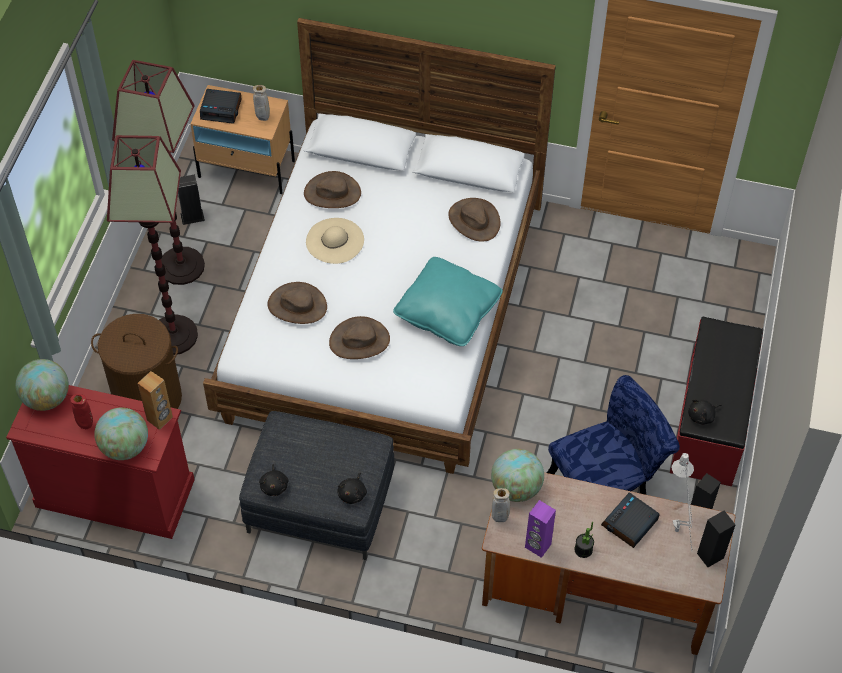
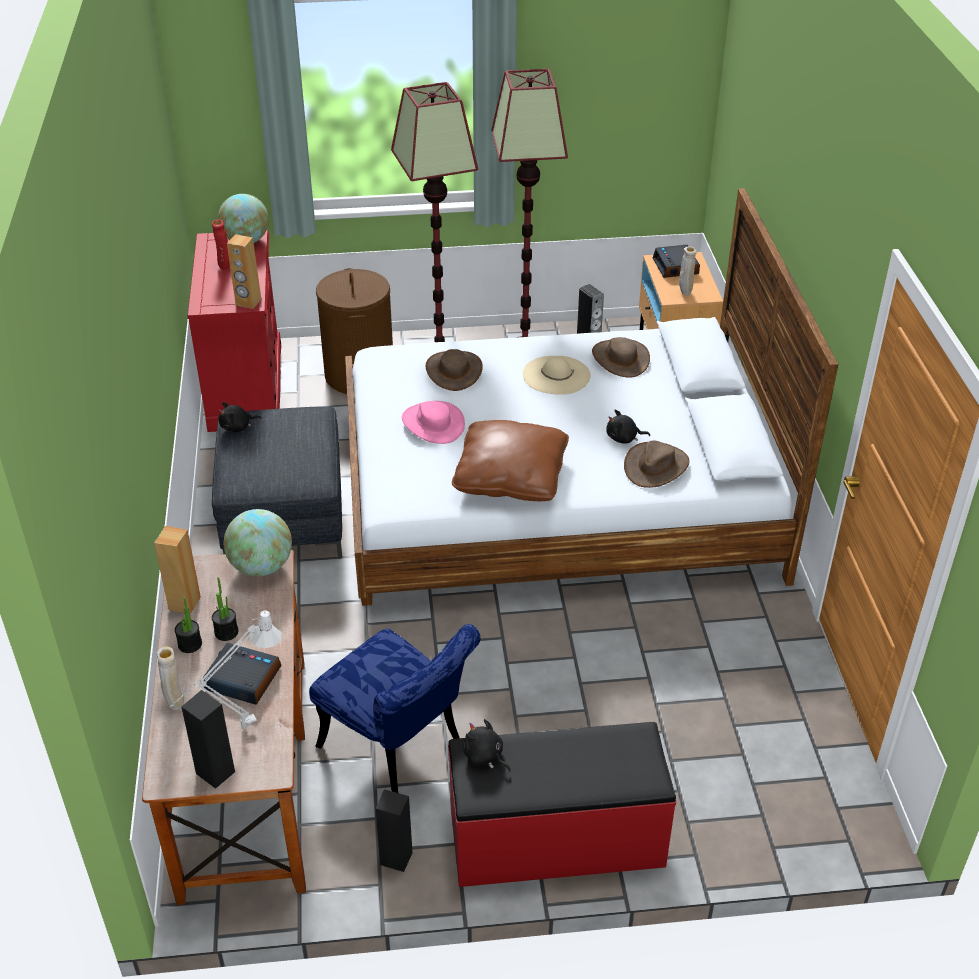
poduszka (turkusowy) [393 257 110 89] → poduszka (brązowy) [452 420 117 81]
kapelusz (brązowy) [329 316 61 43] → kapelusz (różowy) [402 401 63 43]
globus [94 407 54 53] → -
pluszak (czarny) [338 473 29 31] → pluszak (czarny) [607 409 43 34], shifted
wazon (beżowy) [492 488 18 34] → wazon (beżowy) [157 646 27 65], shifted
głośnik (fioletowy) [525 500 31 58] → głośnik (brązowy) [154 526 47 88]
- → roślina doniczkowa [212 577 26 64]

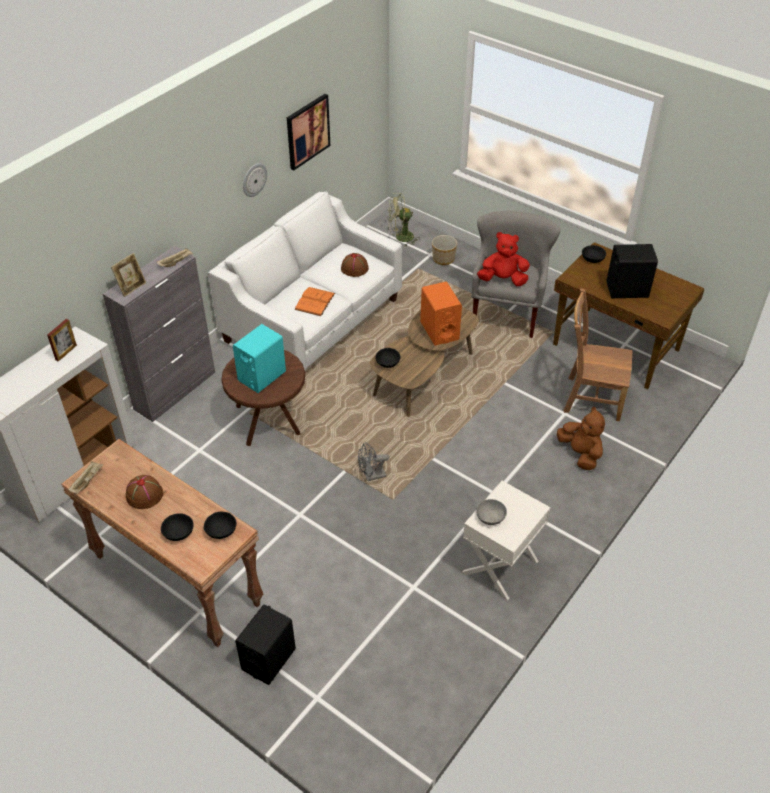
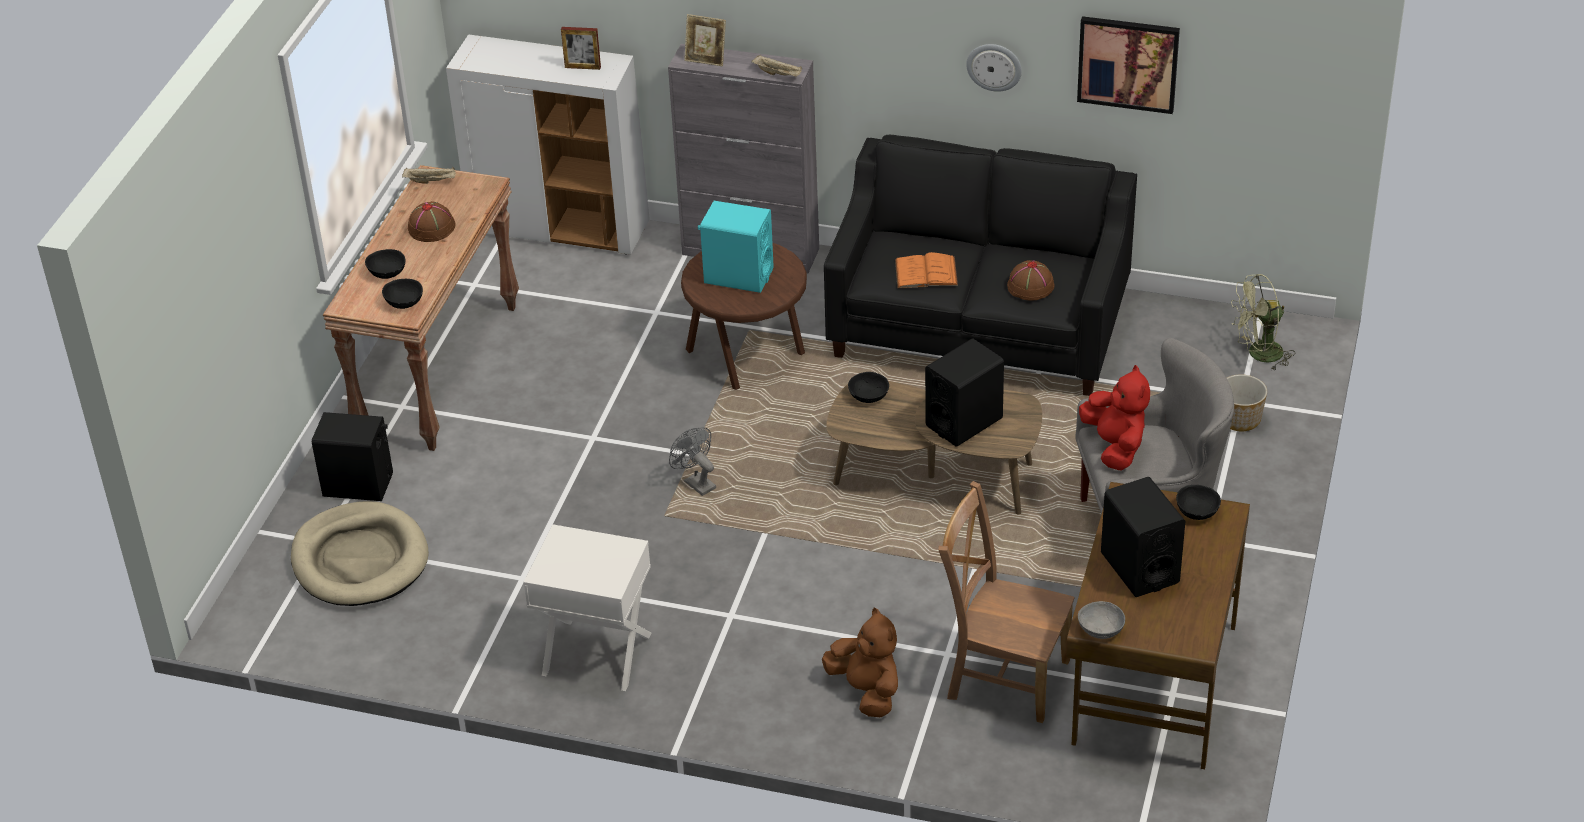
kanapa (biały) [207 192 195 178] → kanapa (czarny) [824 135 313 261]
wentylator (zielony) [387 193 32 54] → wentylator (zielony) [1231 274 64 96], 75 degrees counterclockwise
głośnik (pomarańczowy) [420 282 42 64] → głośnik (czarny) [925 338 79 109]
krzesło (brązowy) [563 288 69 133] → krzesło (brązowy) [938 481 137 242], 60 degrees counterclockwise
pluszak (brązowy) [557 407 48 63] → pluszak (brązowy) [822 608 76 109], 75 degrees counterclockwise
miska (szary) [476 499 31 26] → miska (szary) [1078 601 47 38], shifted
- → legowisko (beżowy) [291 501 138 105]

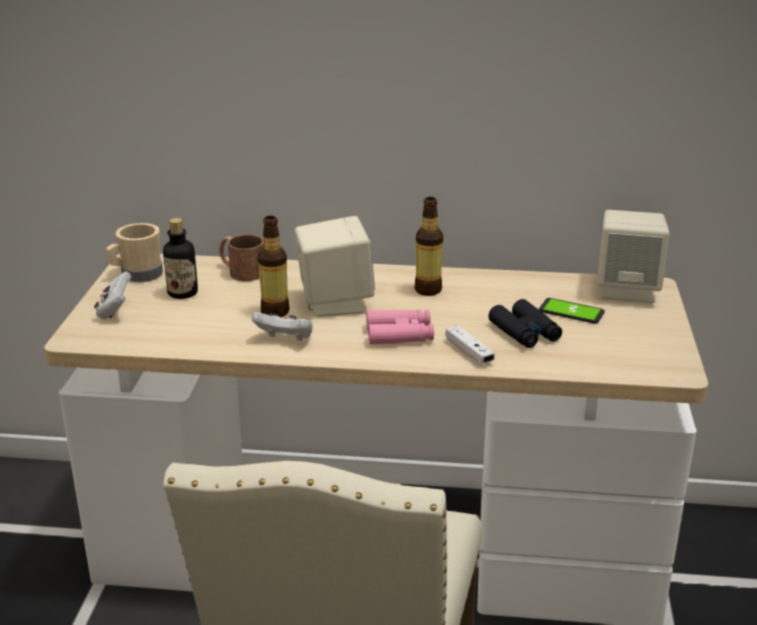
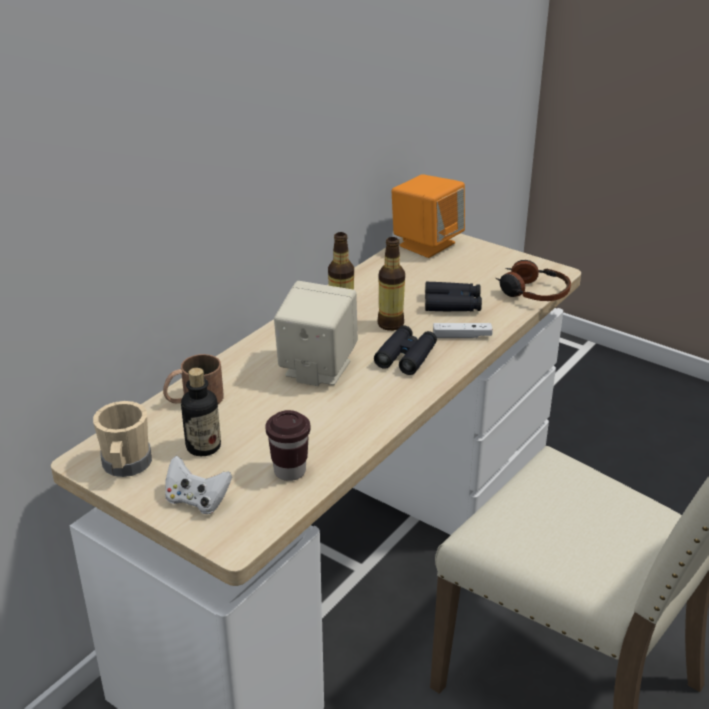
głośnik (beżowy) [597 210 73 93] → głośnik (pomarańczowy) [392 174 73 84]
butelka [258 216 32 101] → butelka [377 237 28 94], shifted
telefon [539 298 66 26] → -
lornetka (różowy) [366 310 68 35] → lornetka (czarny) [374 325 63 50]
pad do gier (biały) [252 312 61 29] → -
- → słuchawki [496 260 75 41]
- → filiżanka (brązowy) [265 410 46 71]

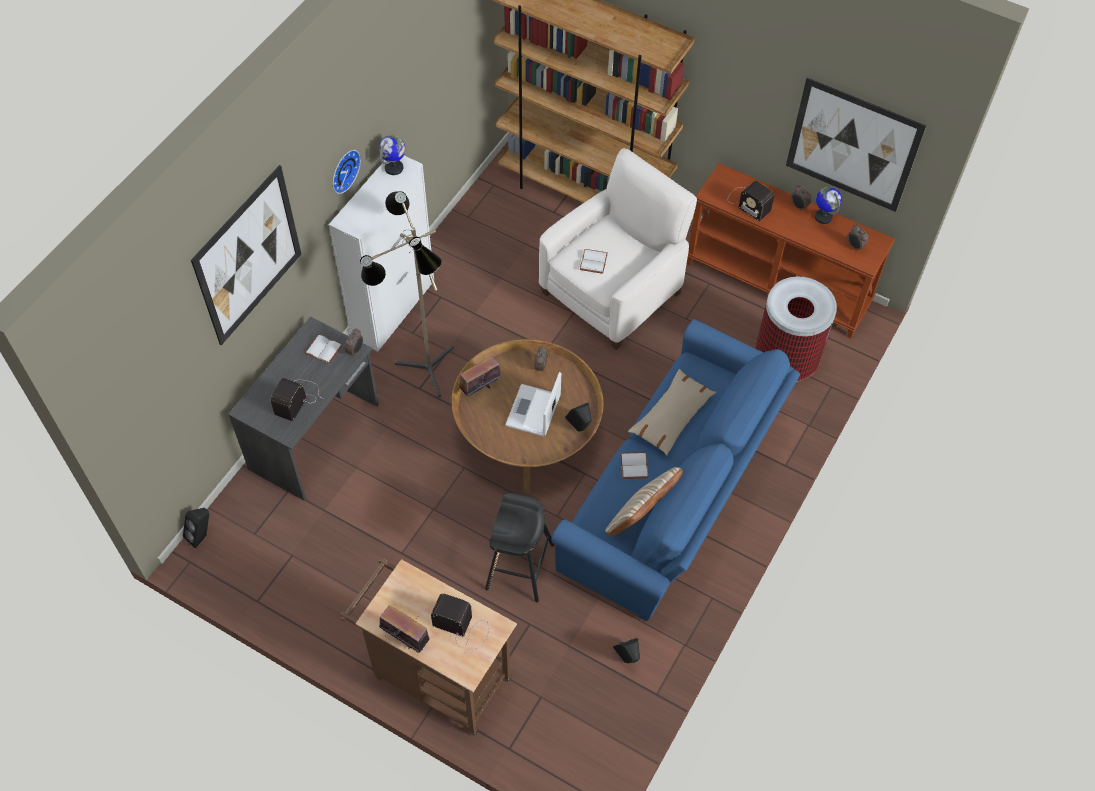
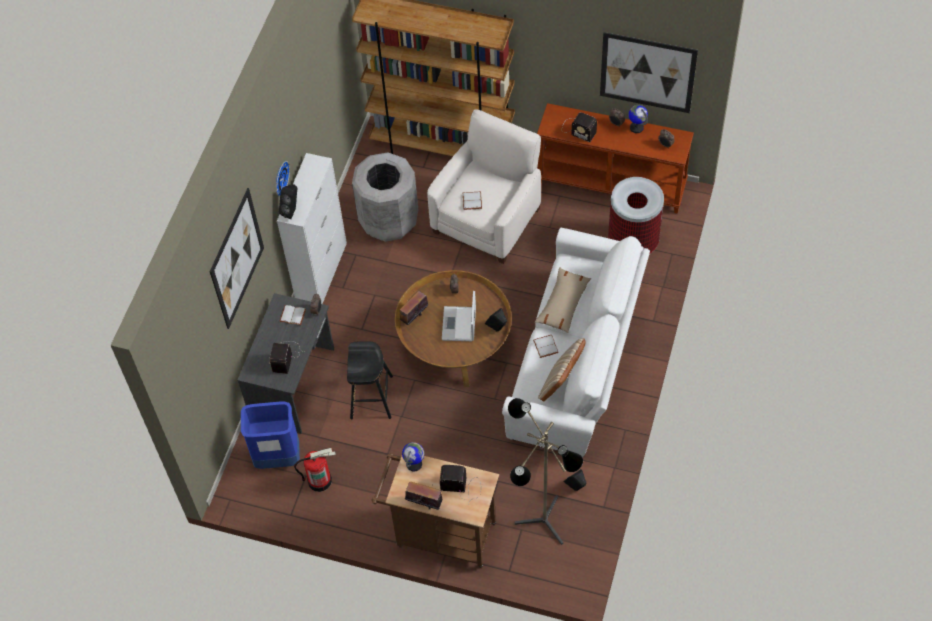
globus [379 135 26 40] → globus [402 442 22 30], shifted
lampa stojąca [360 191 94 206] → lampa stojąca [508 398 75 147], shifted
kanapa (niebieski) [552 319 248 302] → kanapa (biały) [502 228 148 230]
stołek (czarny) [485 493 70 109] → stołek (czarny) [347 341 46 78], shifted
głośnik (czarny) [183 508 26 41] → głośnik (czarny) [279 184 18 35], shifted
- → kosz na śmieci (szary) [352 152 66 90]
- → kosz na śmieci (niebieski) [241 402 59 67]
- → gaśnica [294 448 42 44]

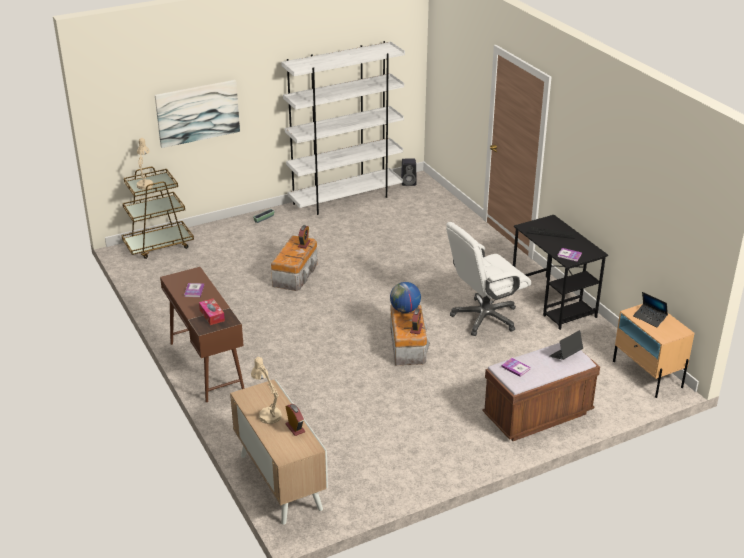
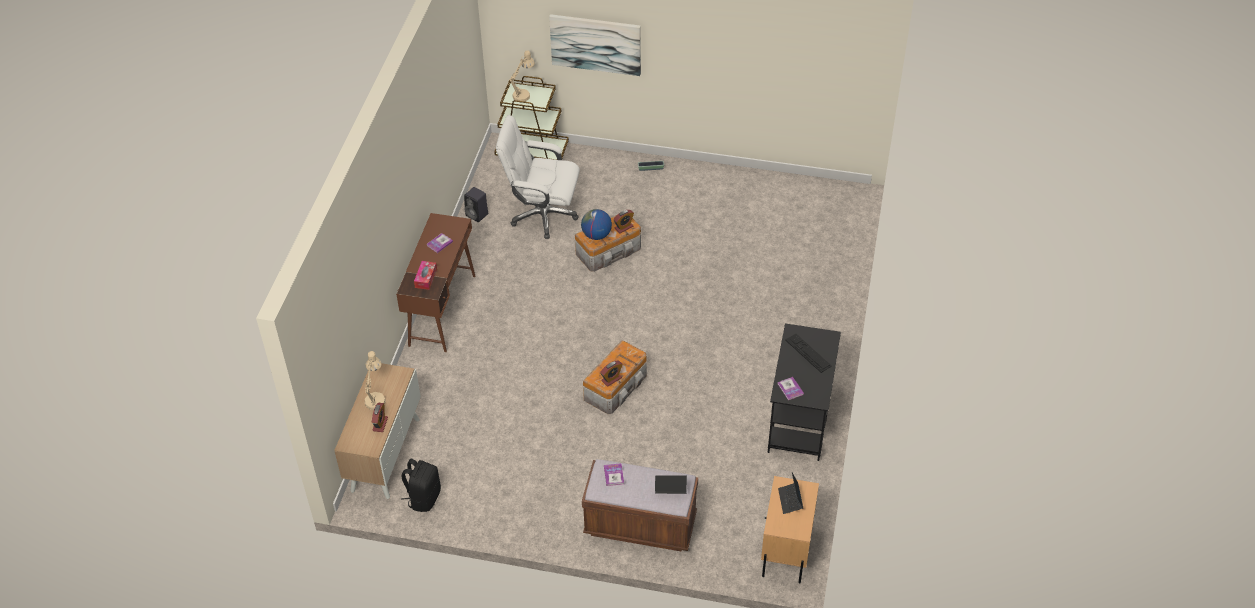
regał (biały) [281 41 124 174] → -
głośnik (czarny) [401 158 15 28] → głośnik (czarny) [464 187 24 35], shifted
krzesło biurowe (biały) [446 222 85 114] → krzesło biurowe (biały) [496 115 84 124], shifted
globus [390 282 31 31] → globus [581 209 31 31], shifted
- → plecak (czarny) [401 459 40 53]

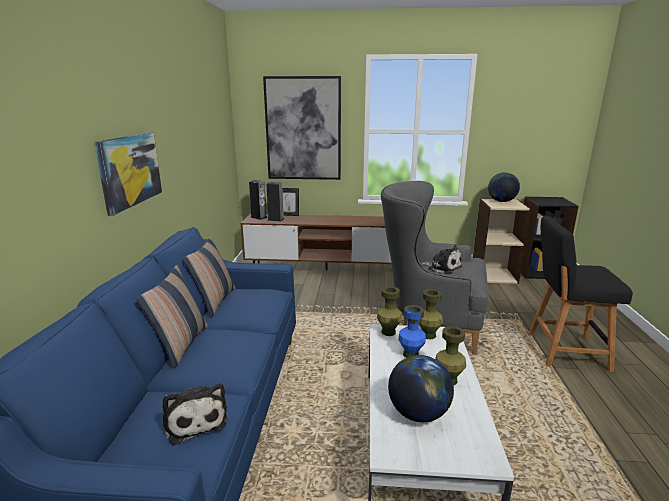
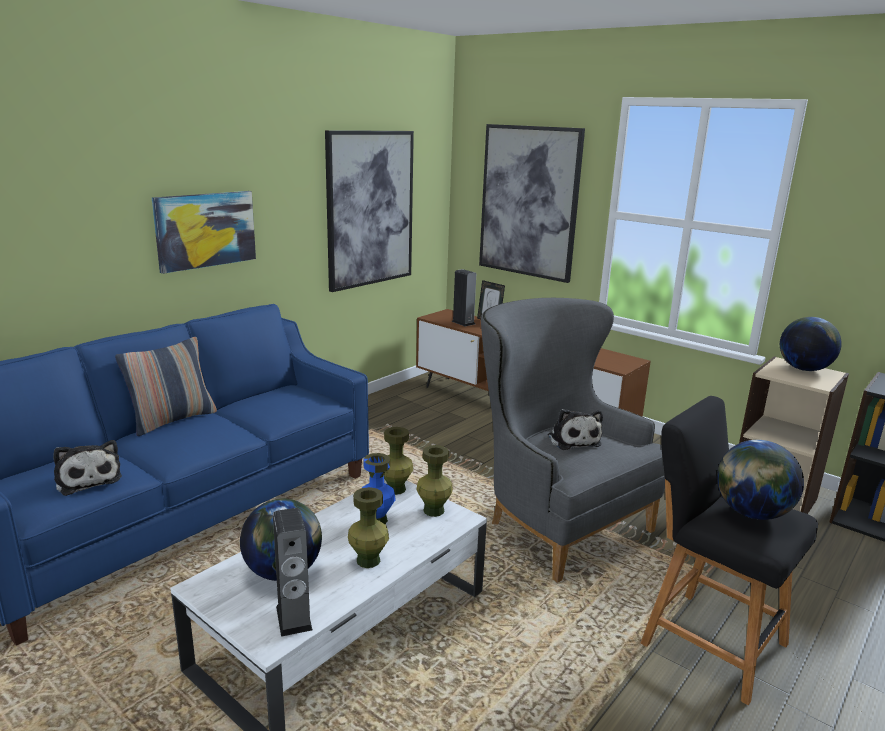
głośnik [249 180 19 40] → głośnik [273 508 40 129], shifted
poduszka [183 237 52 80] → -
pluszak [162 383 66 62] → pluszak [53 440 69 56], 45 degrees counterclockwise
- → obraz [325 130 89 162]
- → globus [717 440 87 80]

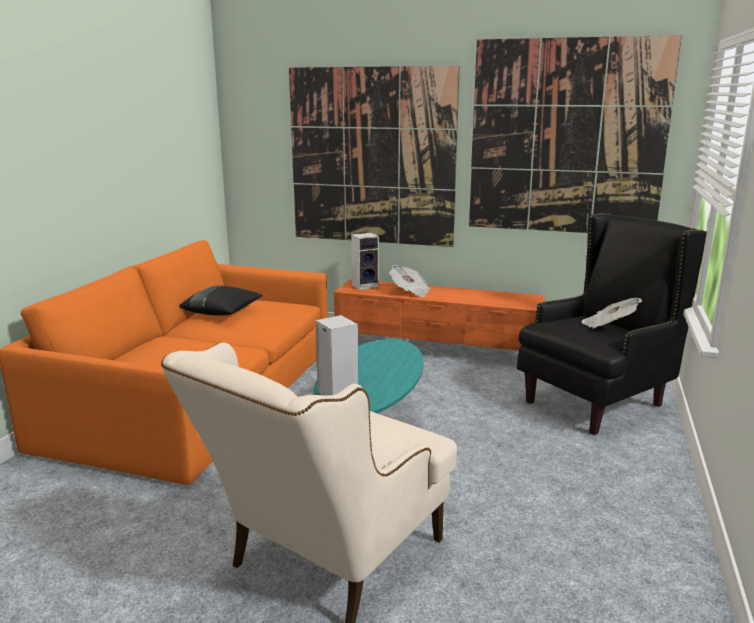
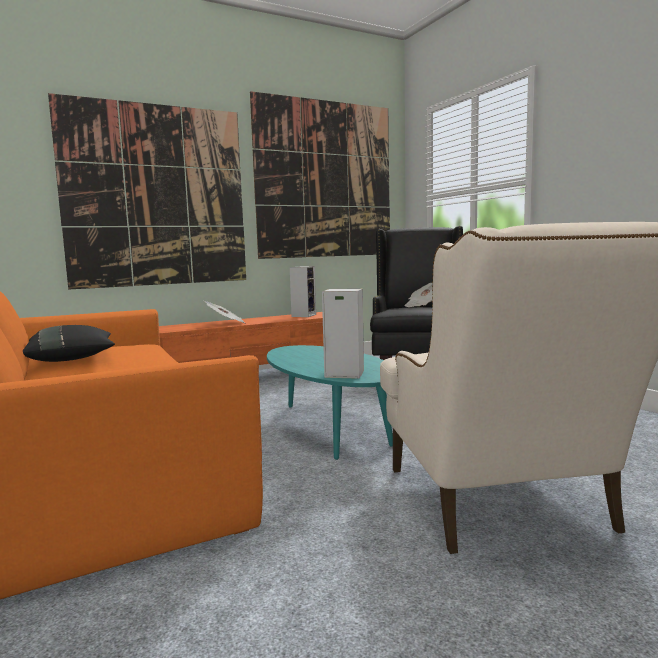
głośnik [351 233 28 57] → głośnik [290 266 26 51], shifted

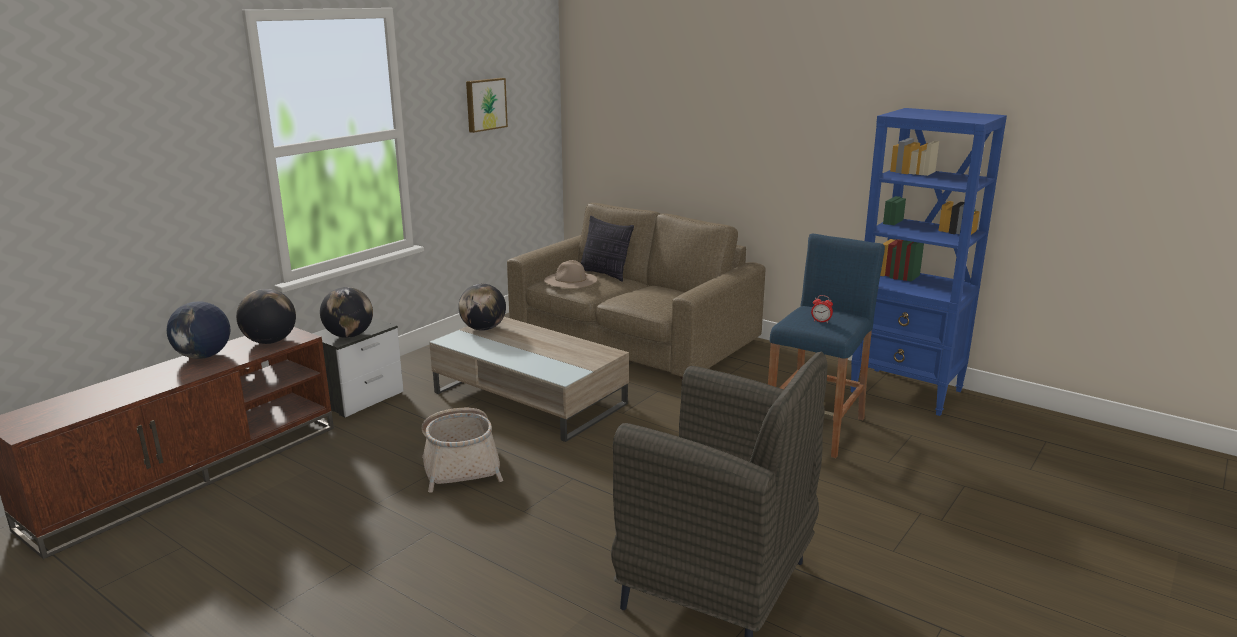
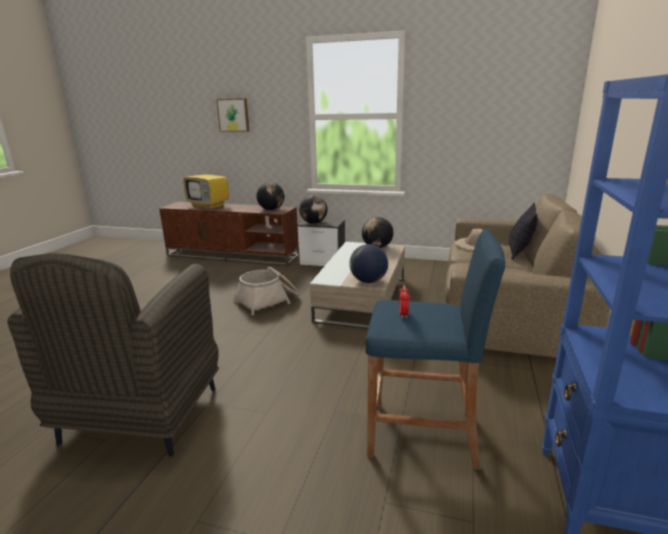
obraz [466 78 42 55] → obraz [216 98 33 34], shifted
globus [167 301 63 58] → globus [349 244 39 39], shifted
- → telewizor [183 162 46 48]

